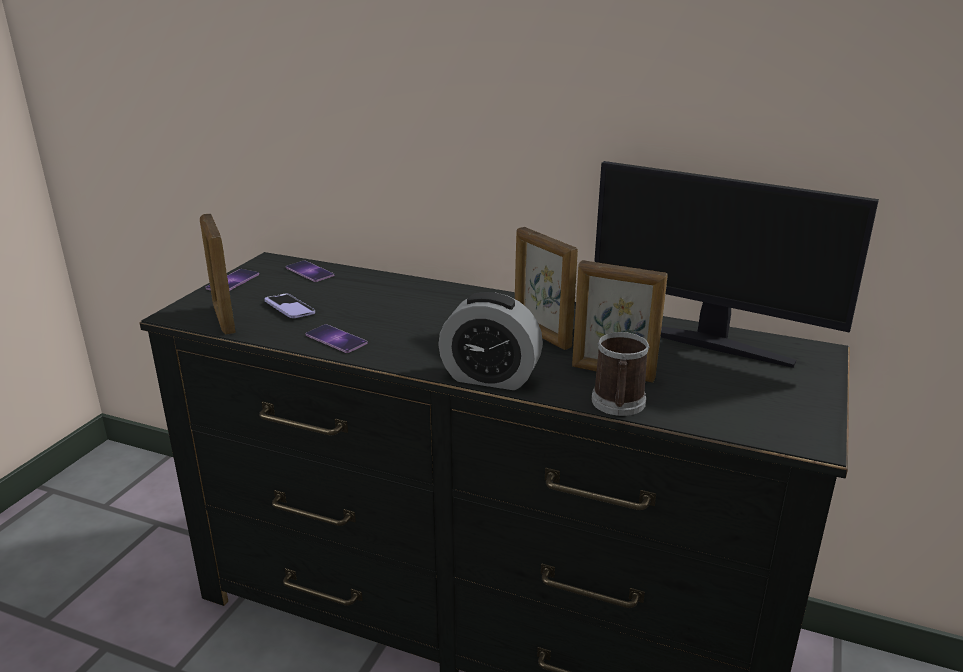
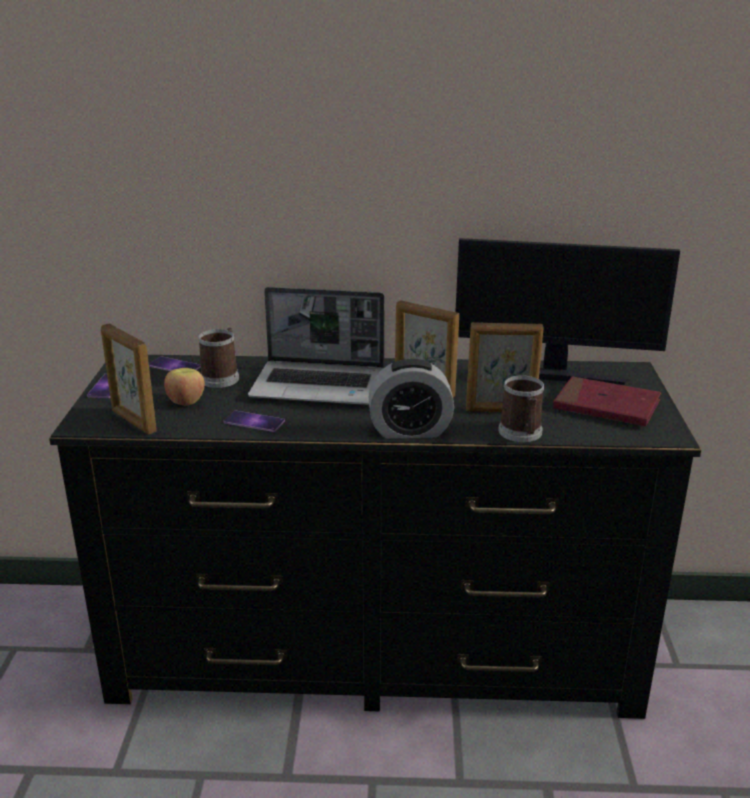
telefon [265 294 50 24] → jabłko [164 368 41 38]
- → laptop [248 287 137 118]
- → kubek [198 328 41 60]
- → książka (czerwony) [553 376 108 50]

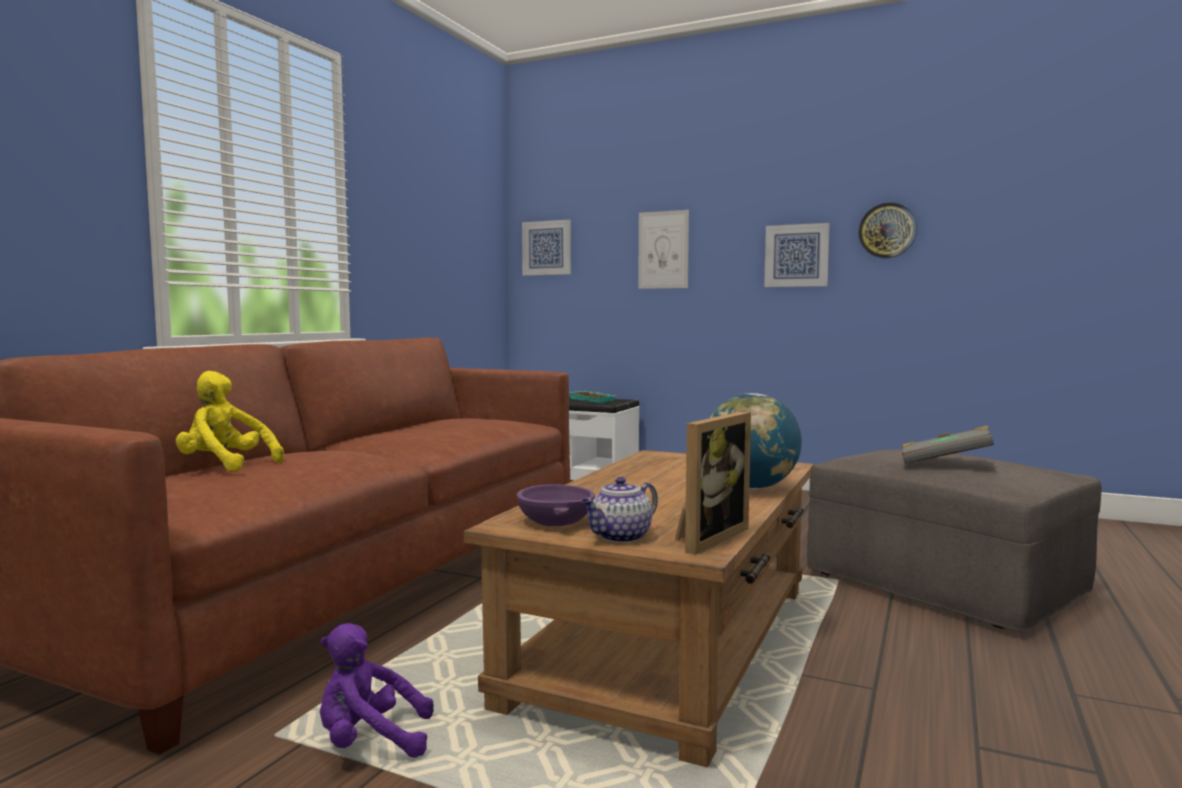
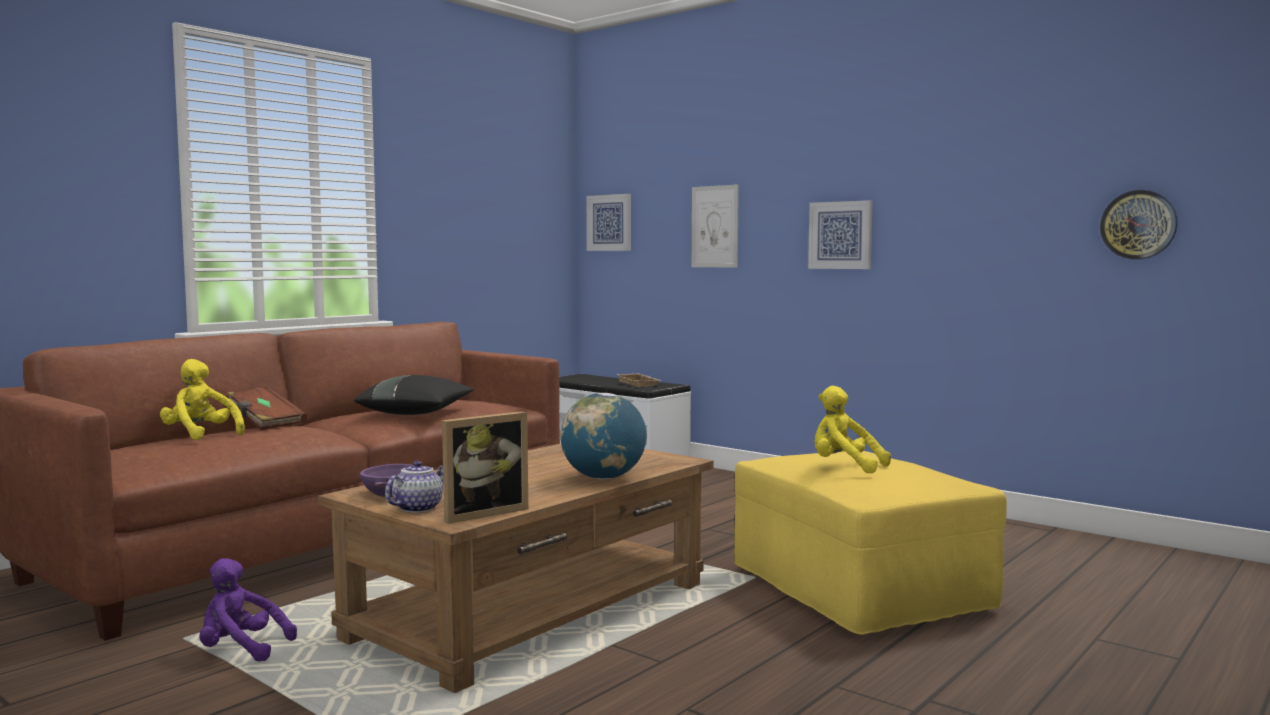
zegar ścienny [858 202 59 56] → zegar ścienny [1100 190 78 70], shifted
taca (turkusowy) [569 391 47 12] → taca (beżowy) [617 373 44 14]
książka (szary) [902 426 92 38] → pluszak (żółty) [815 386 76 88]
pufa (szary) [807 449 294 183] → pufa (żółty) [734 451 273 184]
imbryk [582 477 76 66] → imbryk [385 461 58 52], 150 degrees clockwise
- → poduszka (czarny) [354 375 120 40]
- → książka (brązowy) [228 386 79 44]

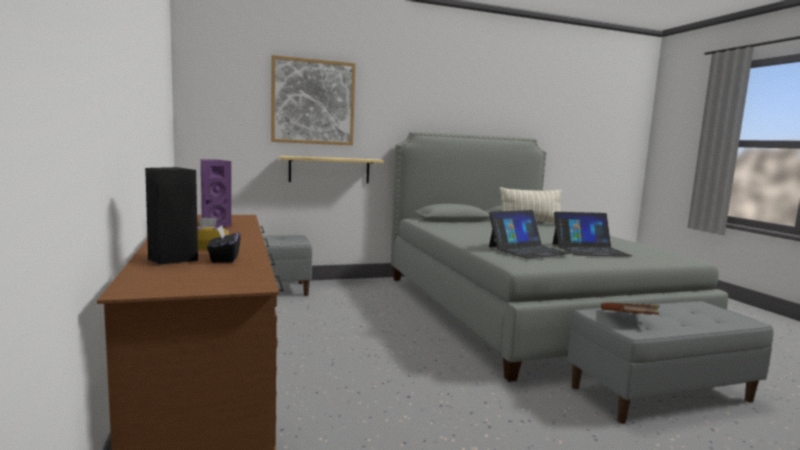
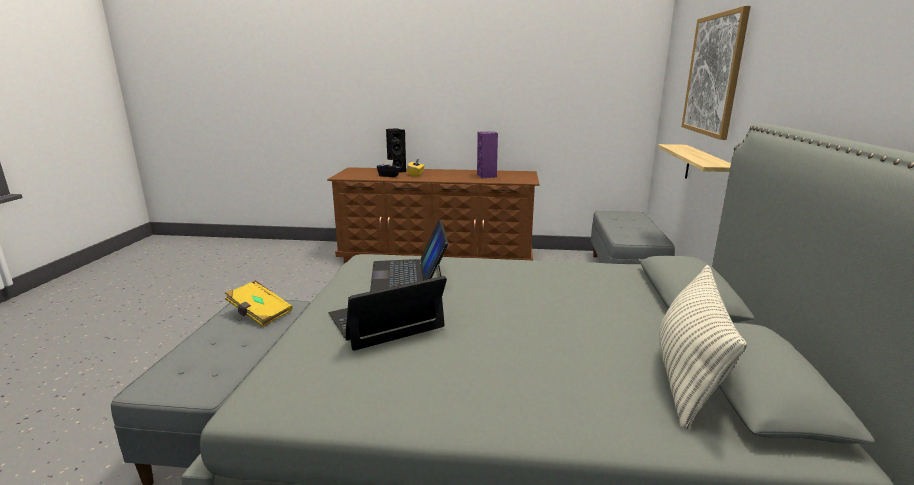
laptop [553 212 79 44] → laptop [328 276 119 75], 45 degrees clockwise
książka (brązowy) [601 303 59 12] → książka (żółty) [225 280 68 47]

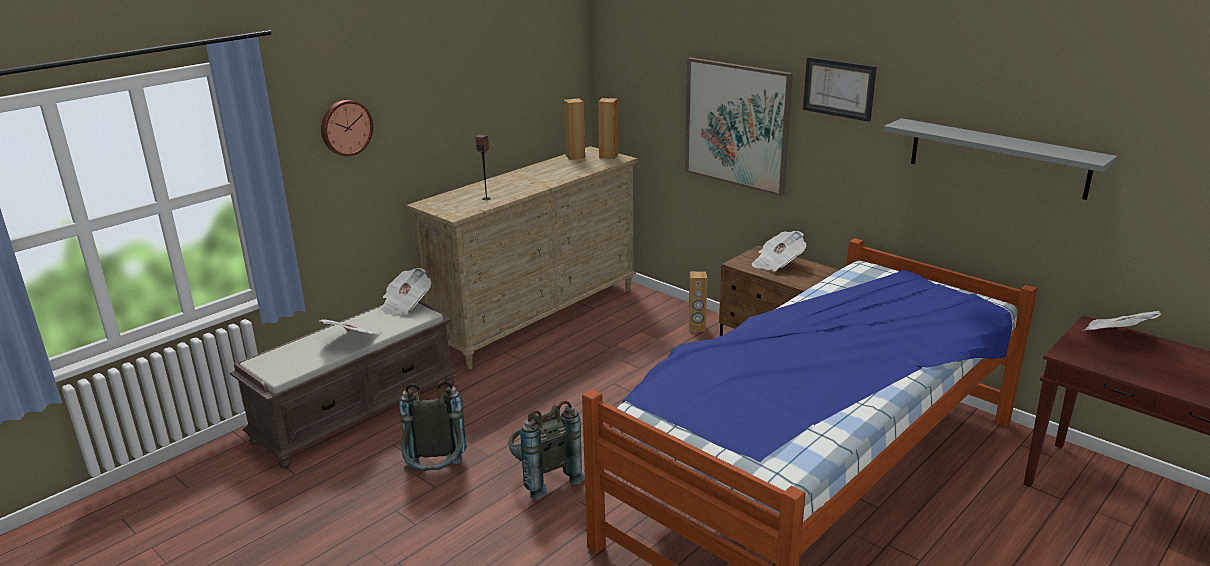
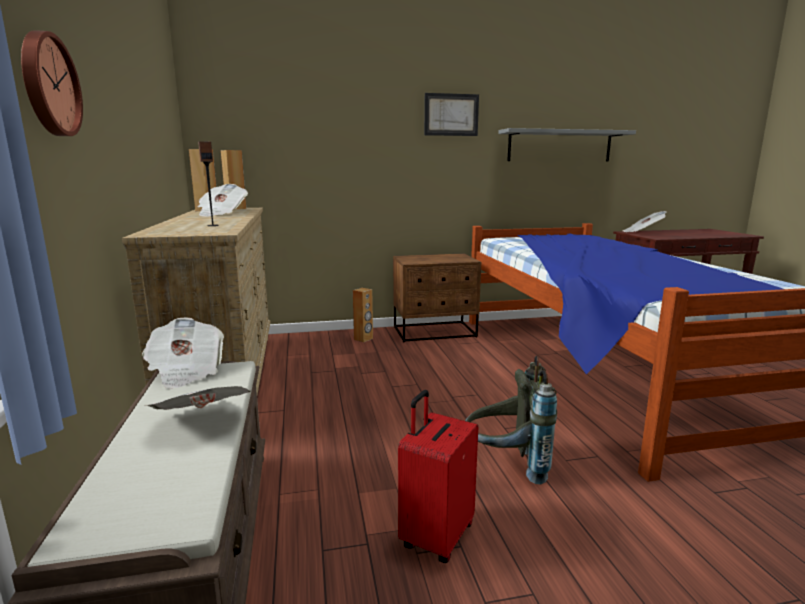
obraz [685 57 108 139] → -
gazeta [752 231 54 40] → gazeta [198 184 50 33], shifted
plecak (szary) [399 381 68 90] → walizka (czerwony) [398 390 80 173]

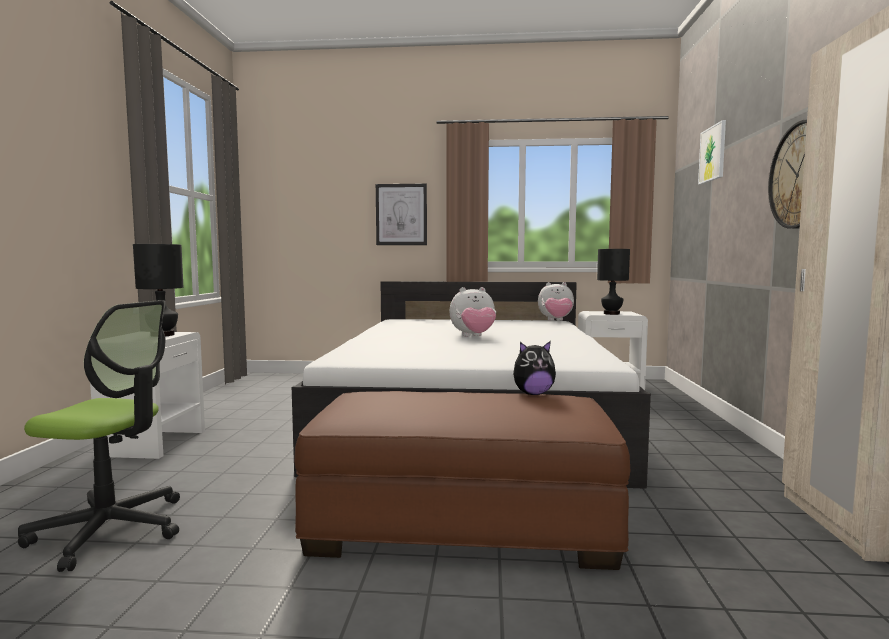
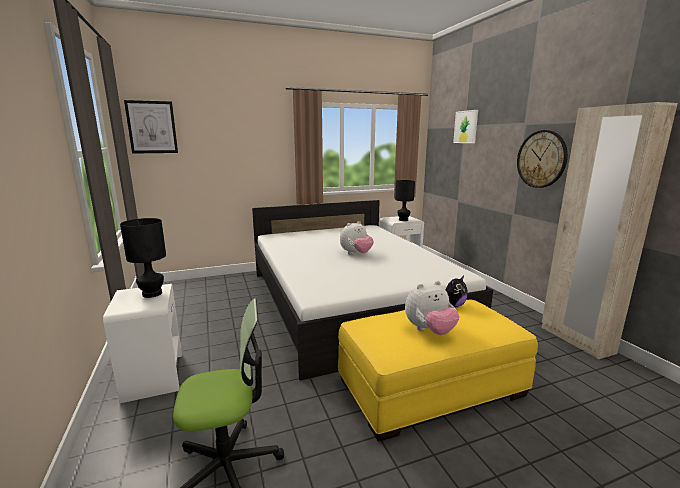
obraz [376 184 51 61] → obraz [124 100 54 54], shifted
pluszak [538 282 36 39] → pluszak [405 281 54 54], shifted
pufa (brązowy) [294 391 336 179] → pufa (żółty) [338 299 200 143]

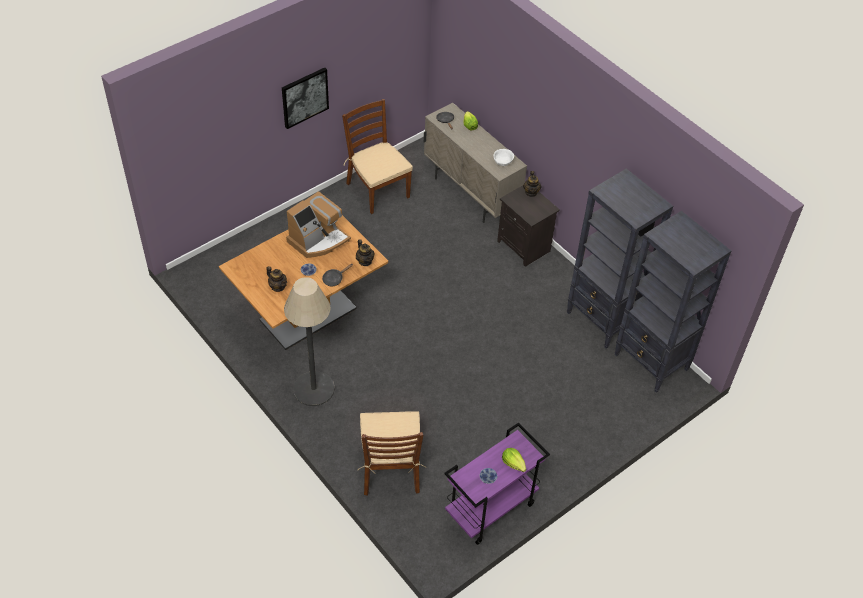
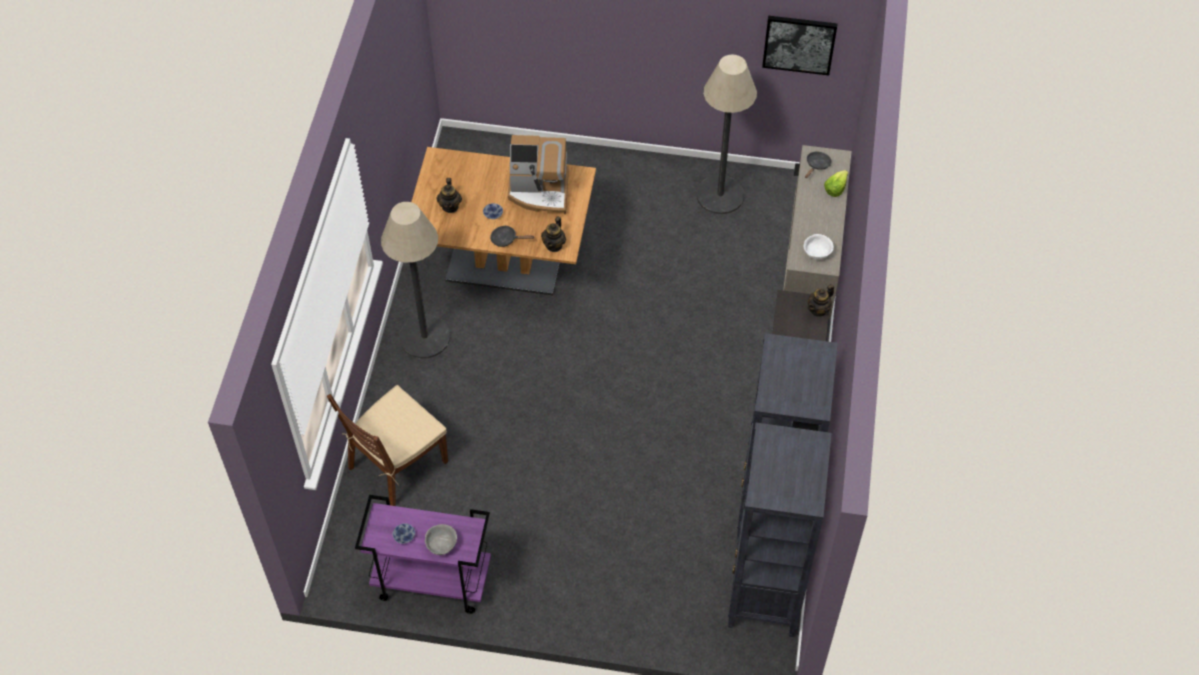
obraz [282 67 47 62] → obraz [762 16 76 59], shifted
krzesło (brązowy) [342 99 71 115] → lampa stojąca [696 55 61 159]
sałata [502 448 24 24] → miska (szary) [425 524 32 31]

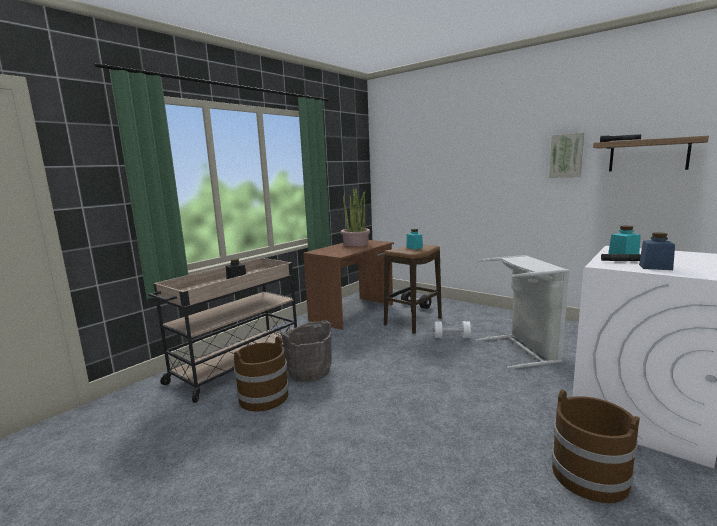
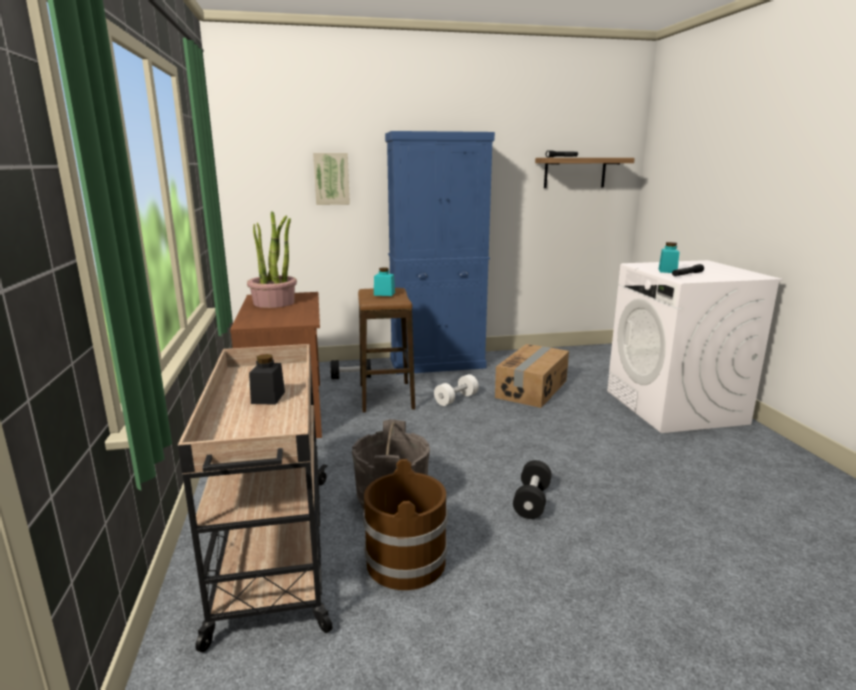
obraz [549 133 35 45] → obraz [313 153 37 52], shifted
słoik (niebieski) [639 232 36 38] → -
kosz na pranie (szary) [476 255 93 114] → karton [495 344 74 64]
wiadro (brązowy) [552 389 88 114] → -
- → szafka (niebieski) [385 131 110 244]
- → hantel (czarny) [513 460 39 59]

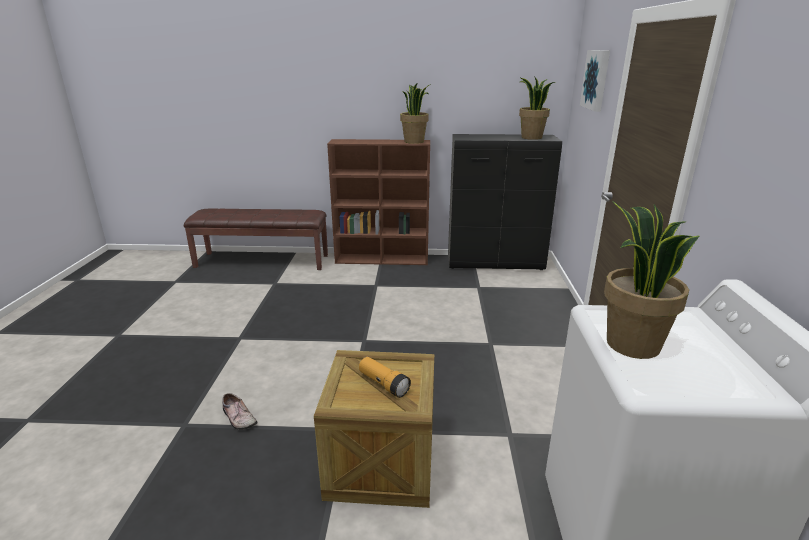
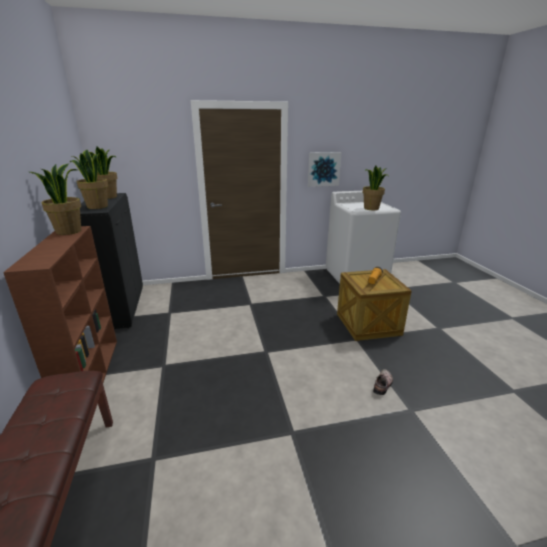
obraz [580 50 30 62] → obraz [308 152 34 35], shifted
- → roślina doniczkowa [70 149 38 60]

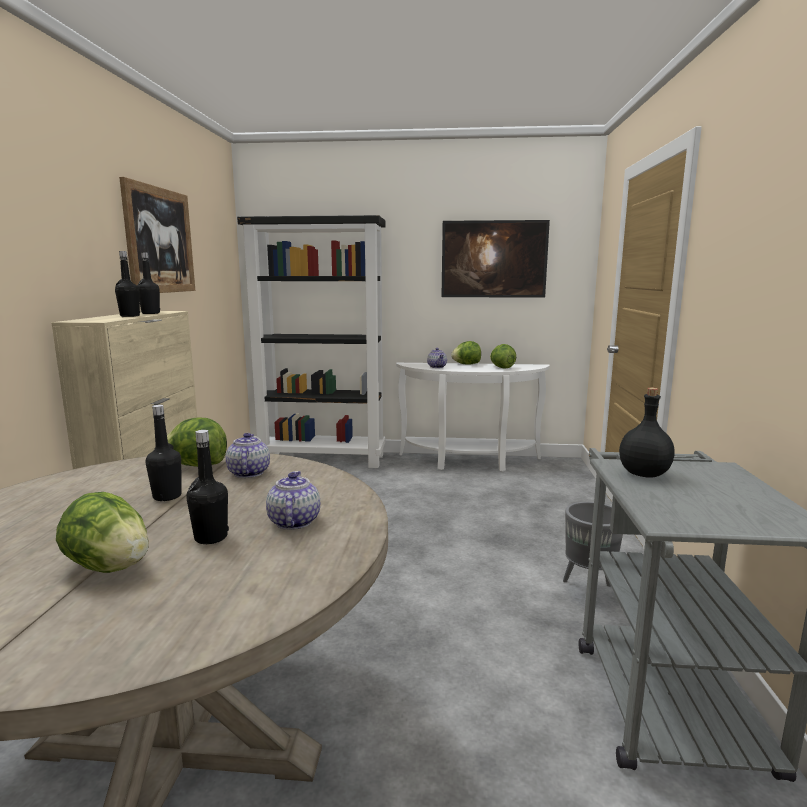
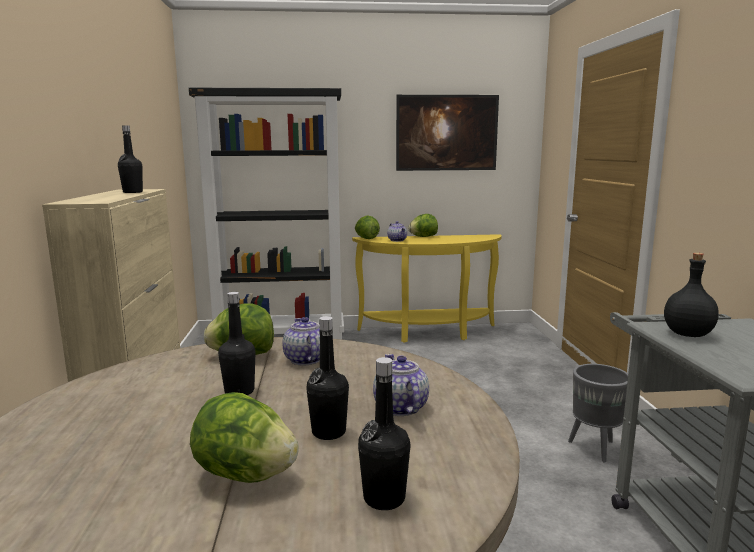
obraz [119 177 76 116] → -
butelka (czarny) [115 251 25 66] → butelka (czarny) [358 357 53 153], shifted
sałata [490 344 26 24] → sałata [355 215 25 24], shifted
stolik konsolowy (biały) [396 363 154 109] → stolik konsolowy (żółty) [352 234 150 109]

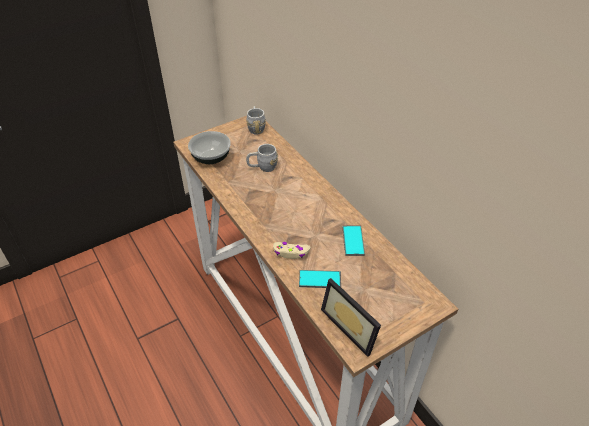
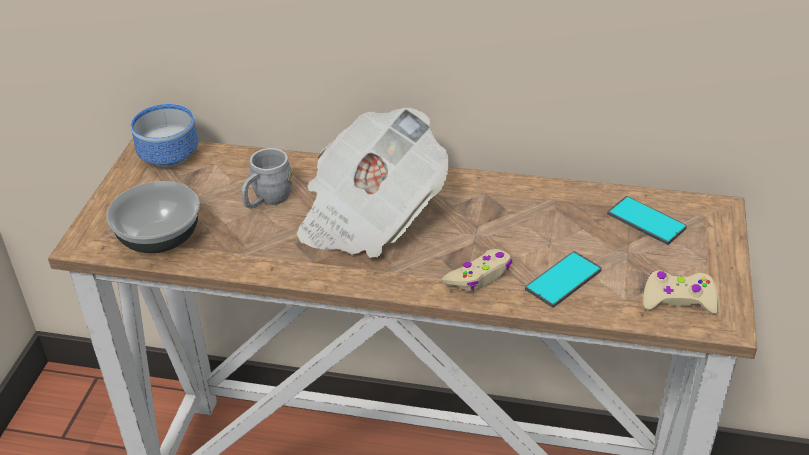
kubek (szary) [246 106 20 28] → miska [131 104 68 64]
telefon [343 225 22 31] → telefon [607 196 80 49], shifted
ramka na zdjęcie [321 278 60 79] → pad do gier (beżowy) [643 270 77 44]
- → gazeta [297 108 152 150]

